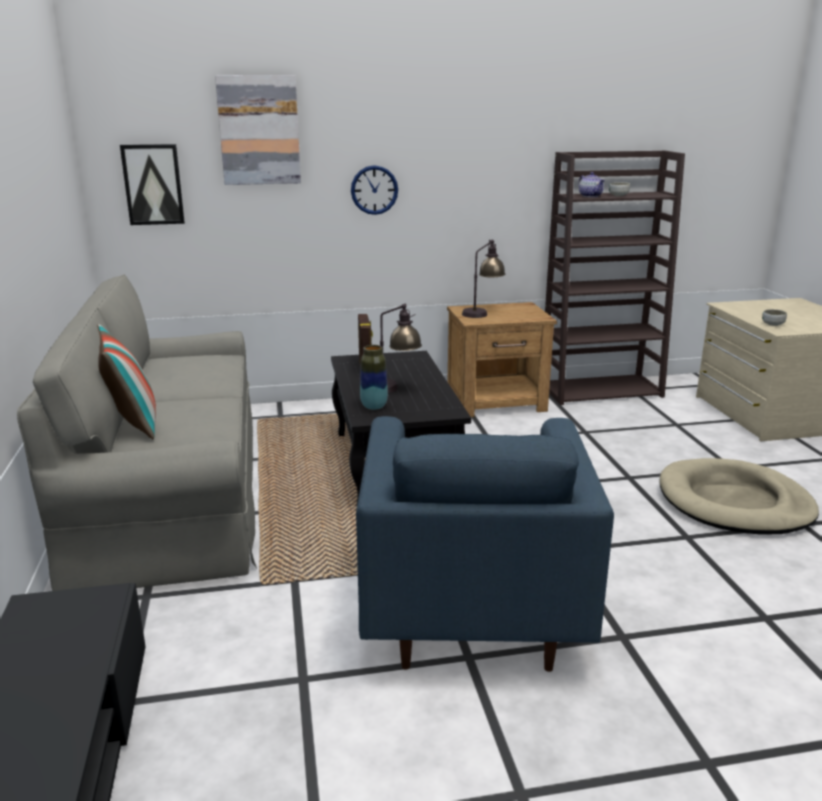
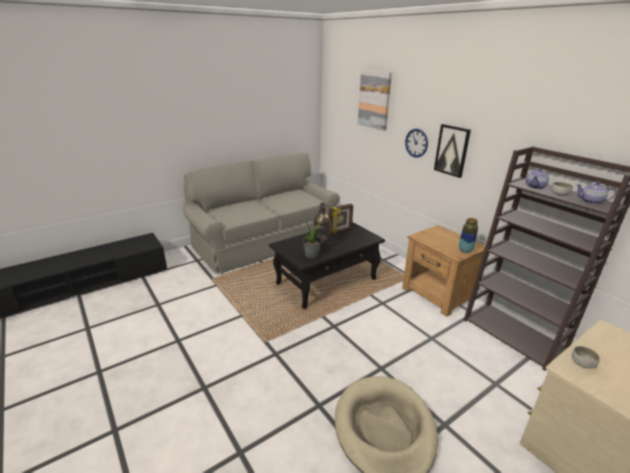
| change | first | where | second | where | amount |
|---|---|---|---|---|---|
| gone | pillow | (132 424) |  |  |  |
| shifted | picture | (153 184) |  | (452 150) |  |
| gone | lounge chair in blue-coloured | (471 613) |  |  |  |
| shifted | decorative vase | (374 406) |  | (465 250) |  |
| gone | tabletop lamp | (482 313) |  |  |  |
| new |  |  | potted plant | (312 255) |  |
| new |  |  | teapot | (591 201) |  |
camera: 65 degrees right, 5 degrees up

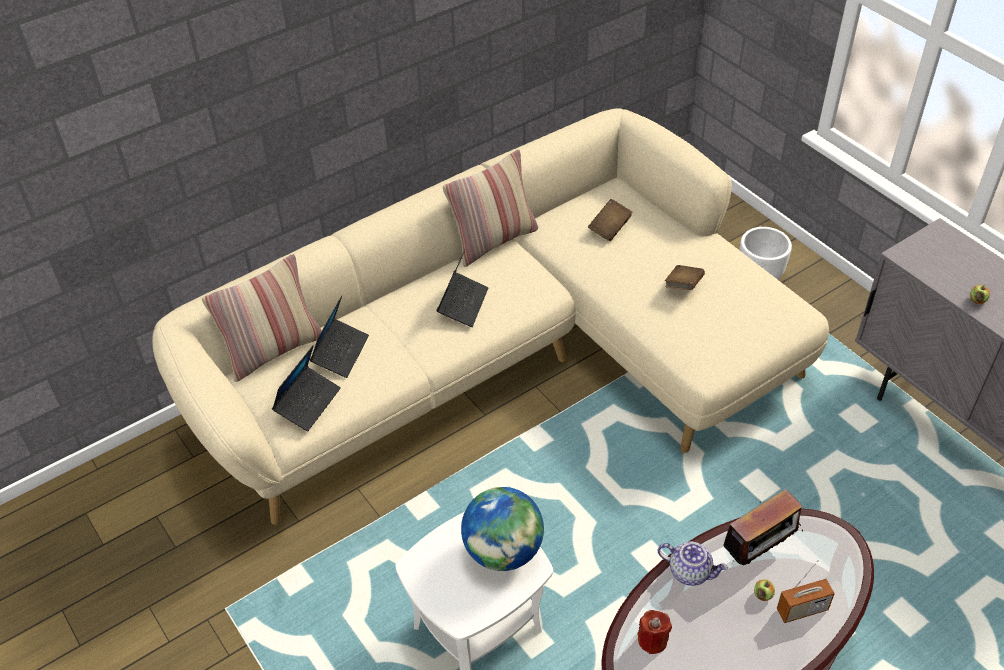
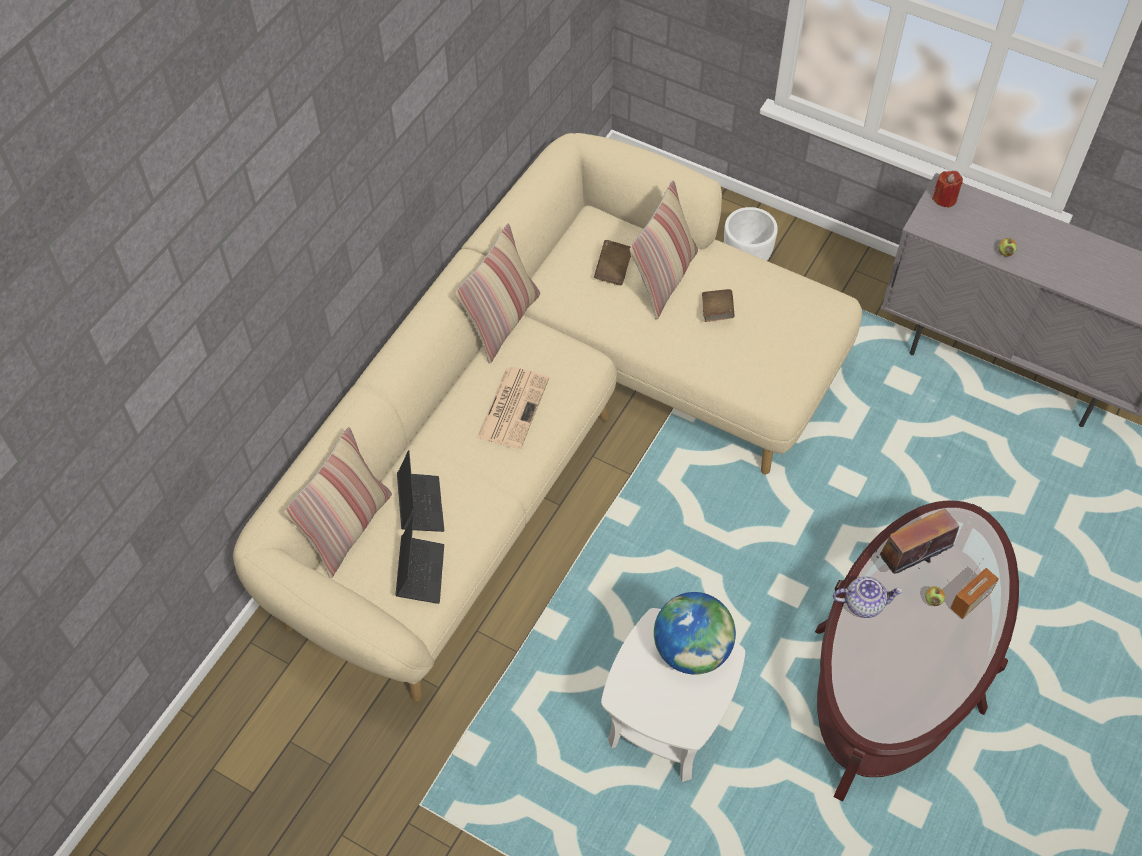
| change | first | where | second | where | amount |
|---|---|---|---|---|---|
| swapped | laptop | (463 304) | daily paper | (513 407) |  |
| shifted | candle in red | (652 640) |  | (944 198) |  |
| rotated | radio receiver | (759 550) |  | (910 560) | 150 degrees counterclockwise |
| new |  |  | pillow | (663 280) |  |
camera: 25 degrees left, 10 degrees up

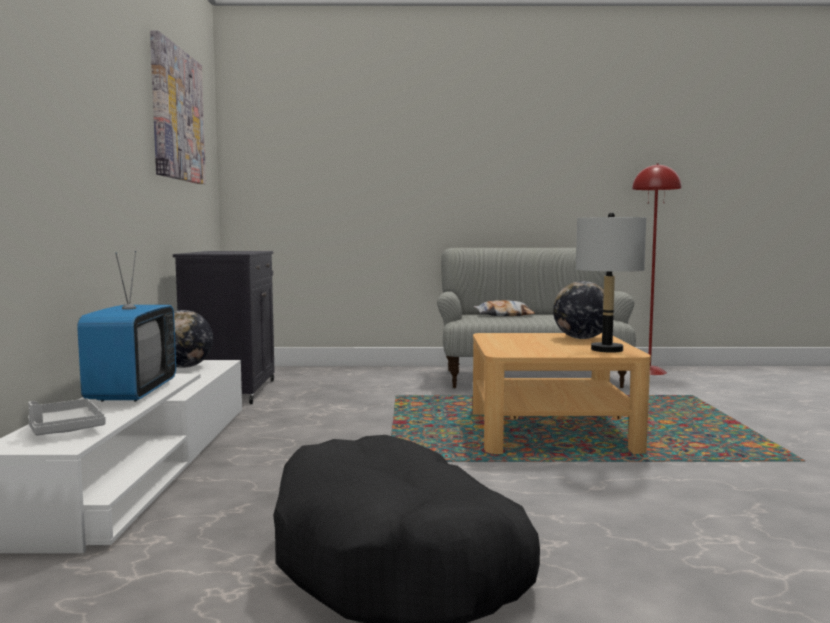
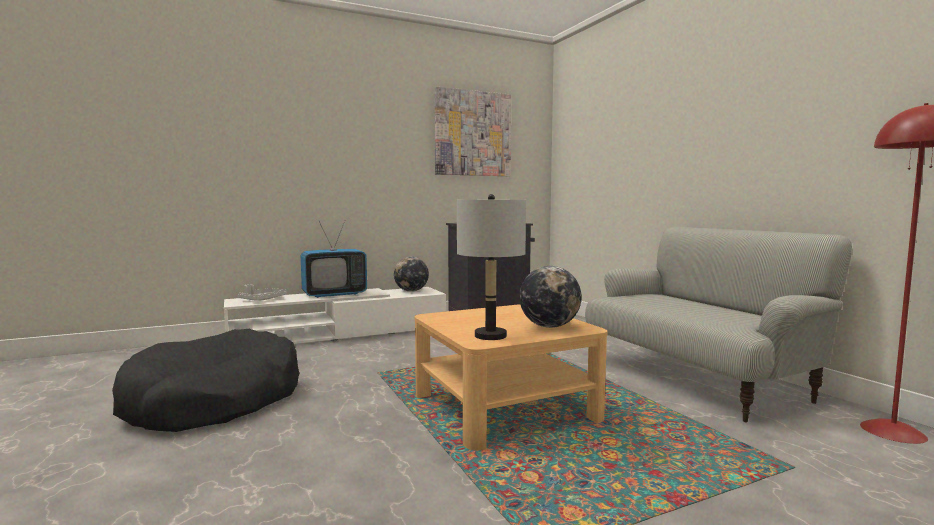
| change | first | where | second | where | amount |
|---|---|---|---|---|---|
| gone | pillow | (504 315) |  |  |  |
camera: 65 degrees right, 0 degrees up

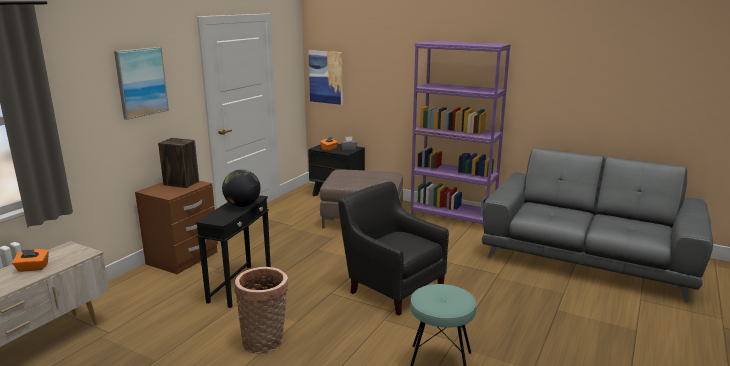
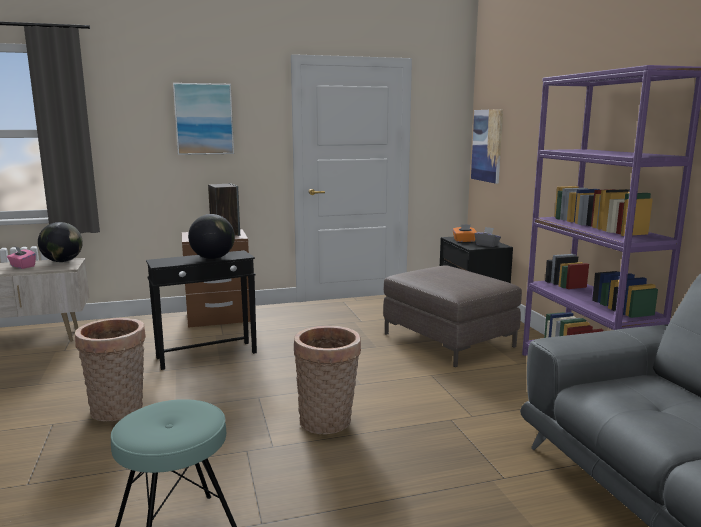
| change | first | where | second | where | amount |
|---|---|---|---|---|---|
| repainted | box of tissues in orange-coloured | (32 268) | box of tissues in pinkish | (22 266) |  |
| swapped | lounge chair in blackish | (393 287) | storage basket | (328 422) |  |
| new |  |  | world globe | (63 261) |  |
camera: 45 degrees right, 5 degrees down

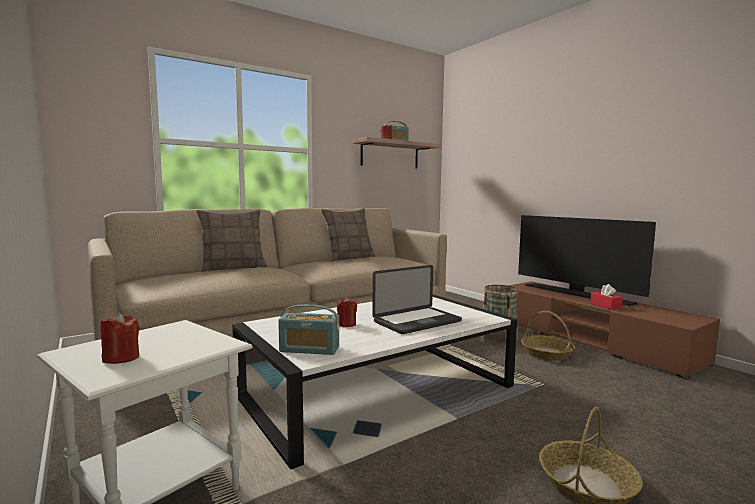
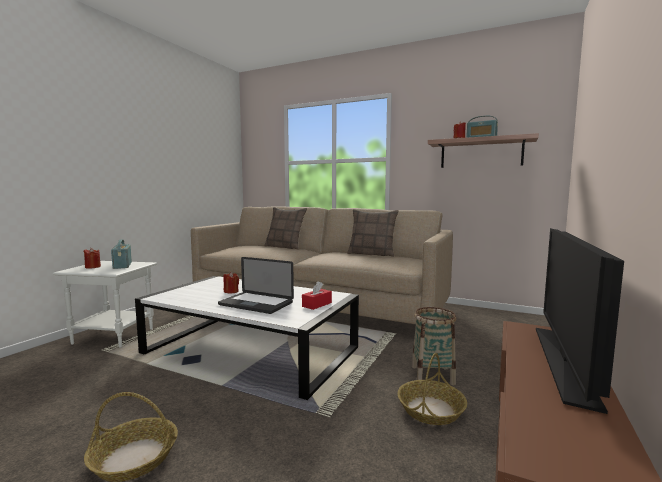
| change | first | where | second | where | amount |
|---|---|---|---|---|---|
| shifted | radio receiver | (309 349) |  | (122 265) |  |
| shifted | box of tissues in red | (605 306) |  | (317 304) |  |
camera: 60 degrees right, 0 degrees up

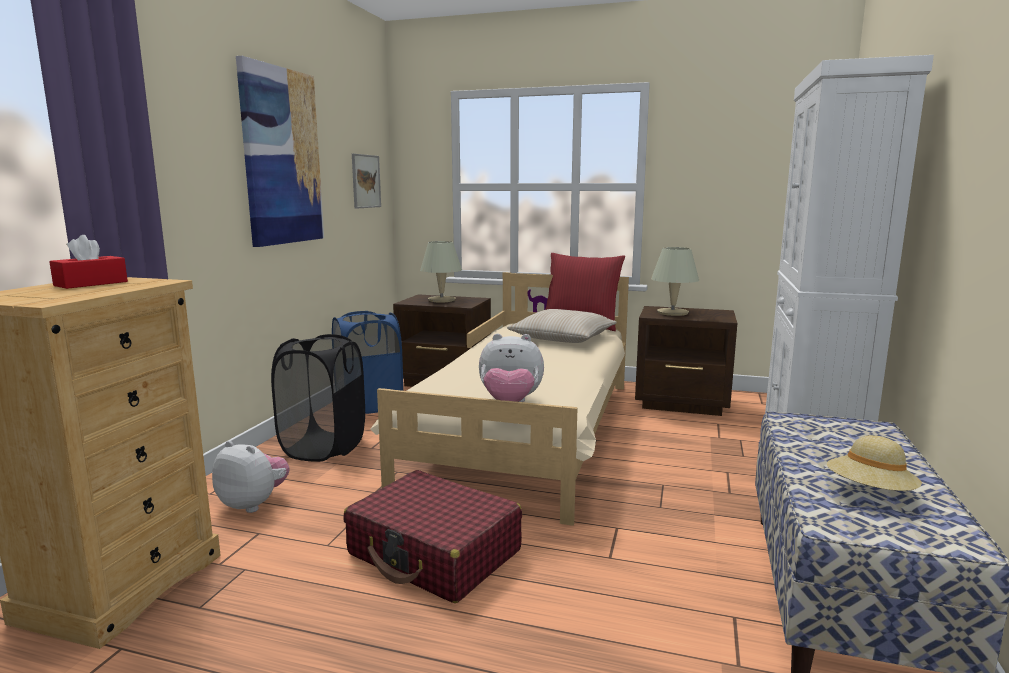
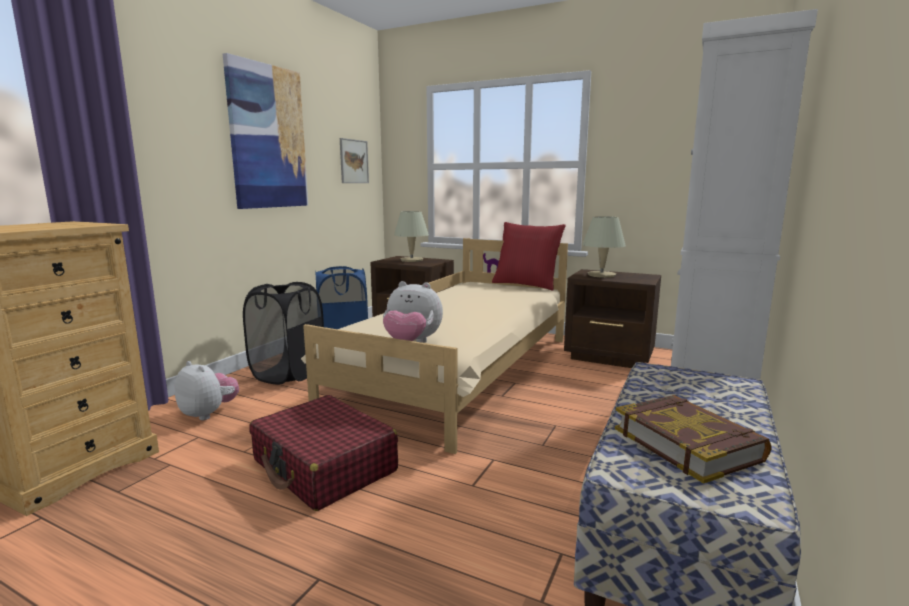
| change | first | where | second | where | amount |
|---|---|---|---|---|---|
| gone | box of tissues in red | (91 283) |  |  |  |
| gone | pillow in sand-coloured | (562 338) |  |  |  |
| swapped | wearable hat in sand-coloured | (870 492) | book | (687 444) |  |
camera: 10 degrees right, 0 degrees up

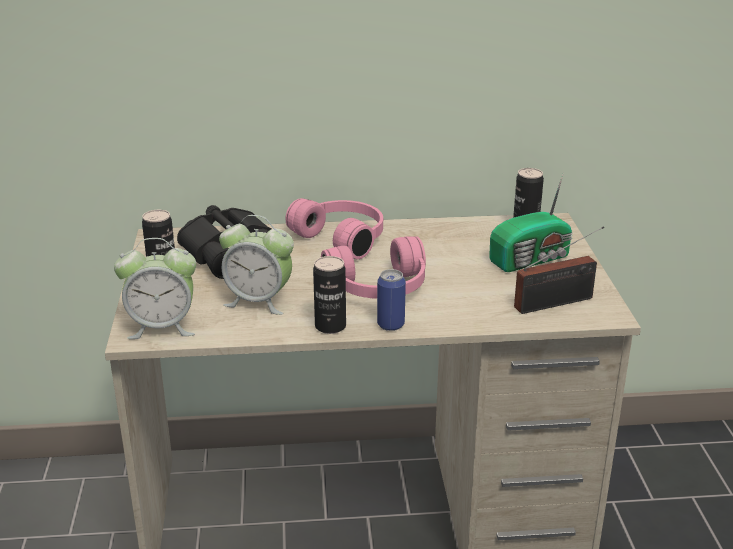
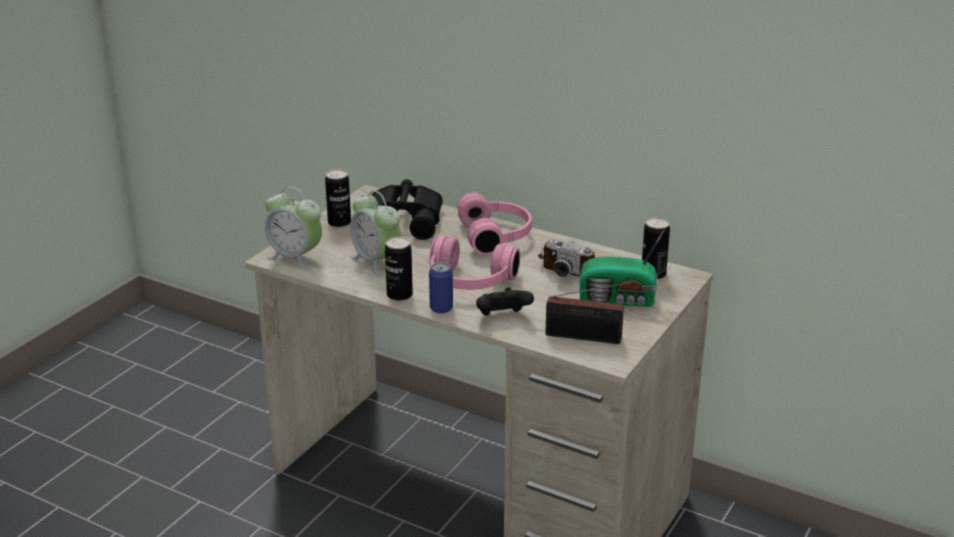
| change | first | where | second | where | amount |
|---|---|---|---|---|---|
| new |  |  | game controller in blackish | (502 317) |  |
| new |  |  | photo camera | (571 268) |  |
camera: 35 degrees right, 0 degrees up

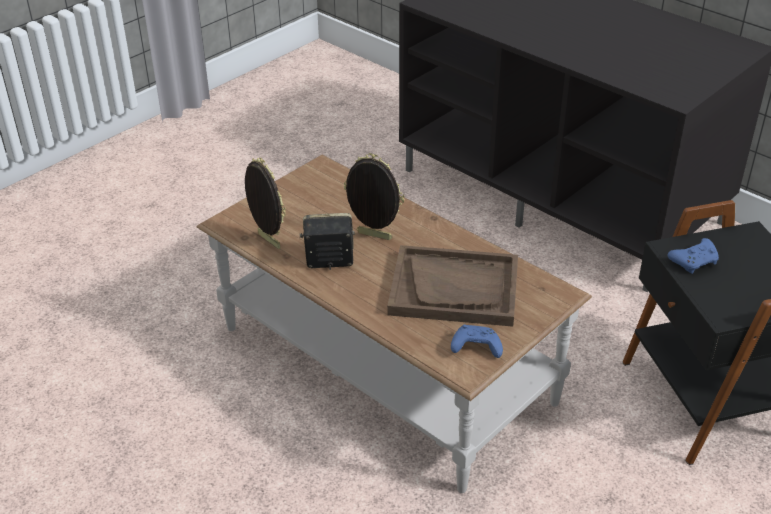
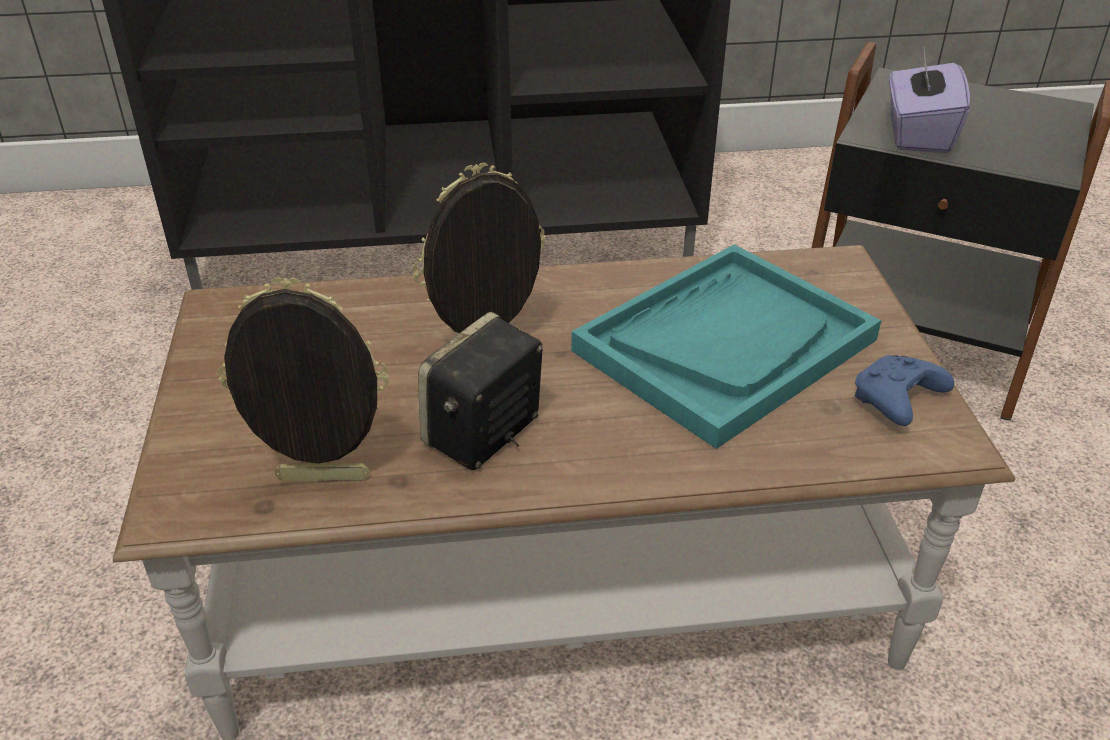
| change | first | where | second | where | amount |
|---|---|---|---|---|---|
| repainted | tray in brown | (454 288) | tray in turquoise-coloured | (725 345) |  |
| swapped | game controller in blue-coloured | (694 261) | box of tissues in purplish | (917 134) |  |
camera: 50 degrees left, 0 degrees up

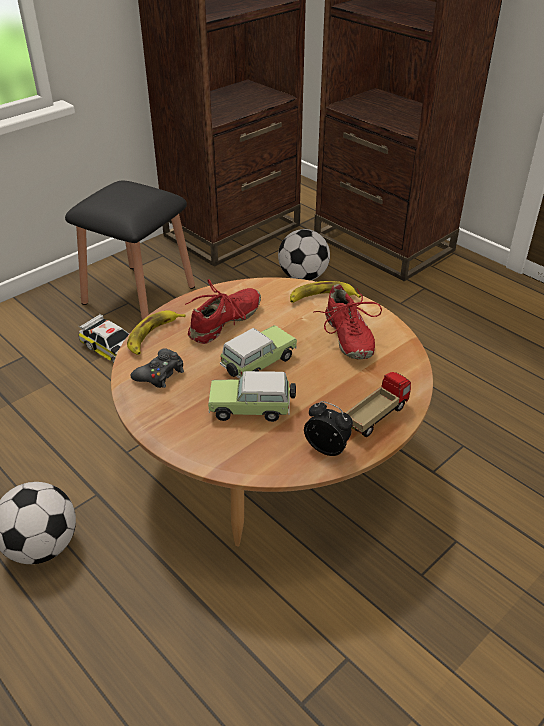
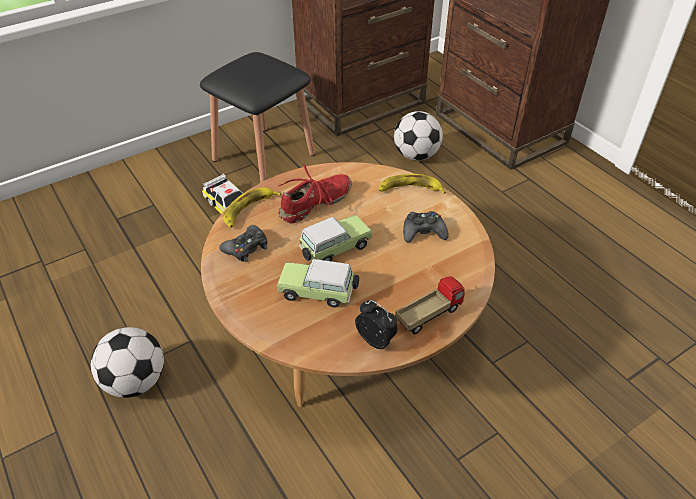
| change | first | where | second | where | amount |
|---|---|---|---|---|---|
| swapped | item of footwear in red | (347 337) | game controller in blackish | (423 232) |  |
camera: 10 degrees right, 5 degrees up

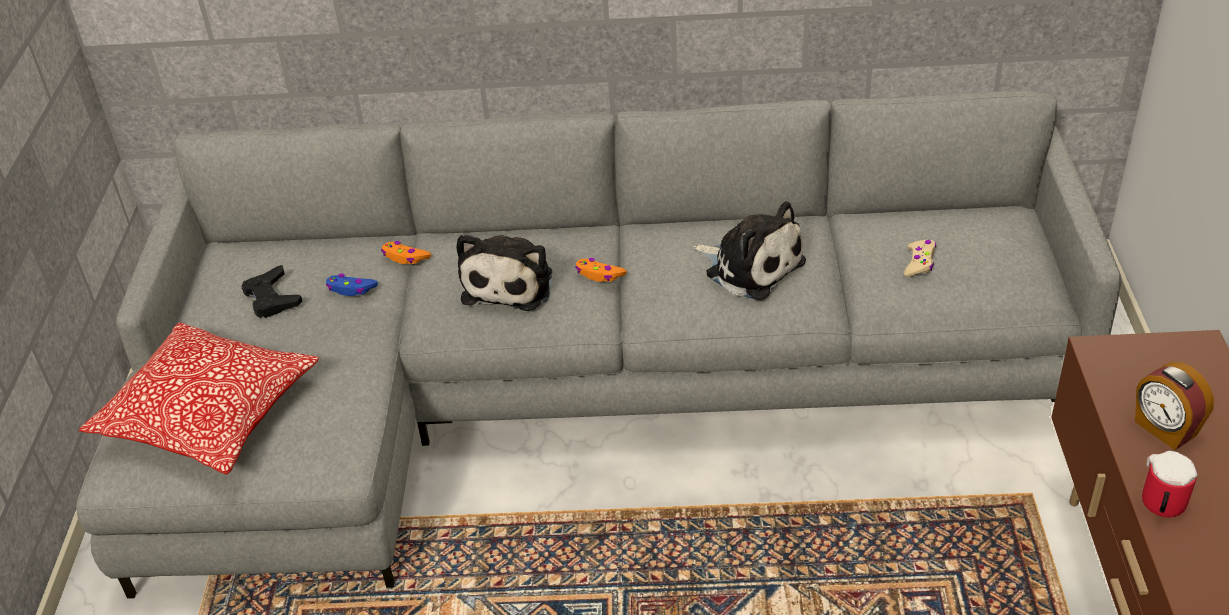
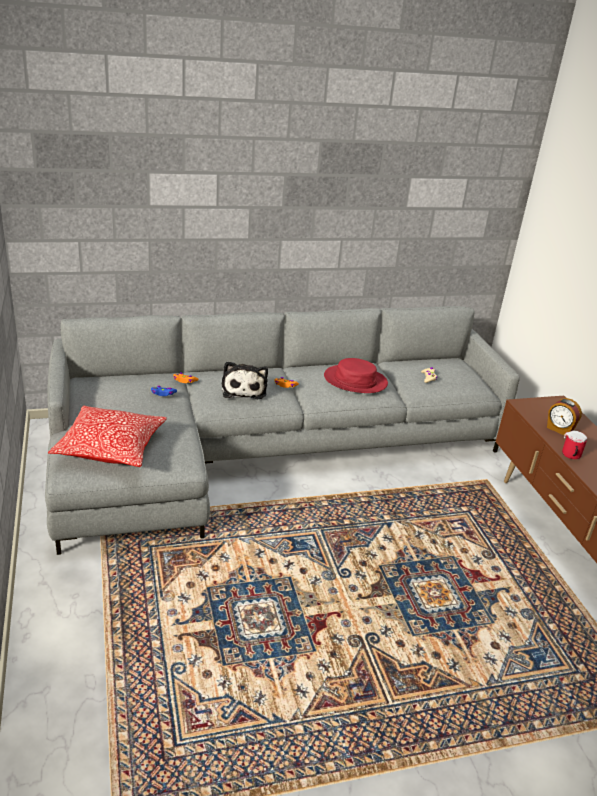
| change | first | where | second | where | amount |
|---|---|---|---|---|---|
| gone | game controller in blackish | (272 298) |  |  |  |
| swapped | cuddly toy | (751 266) | wearable hat in red | (355 380) |  |
camera: 20 degrees left, 10 degrees down

